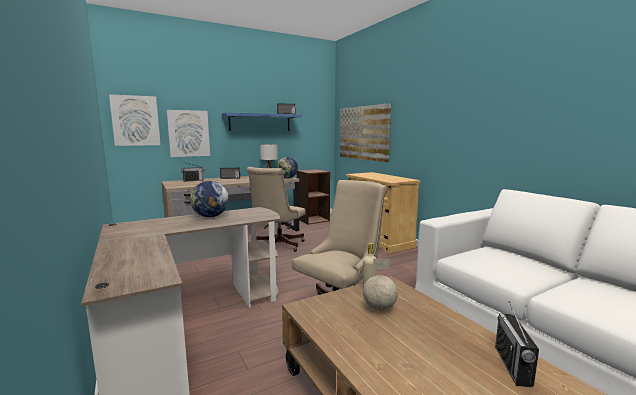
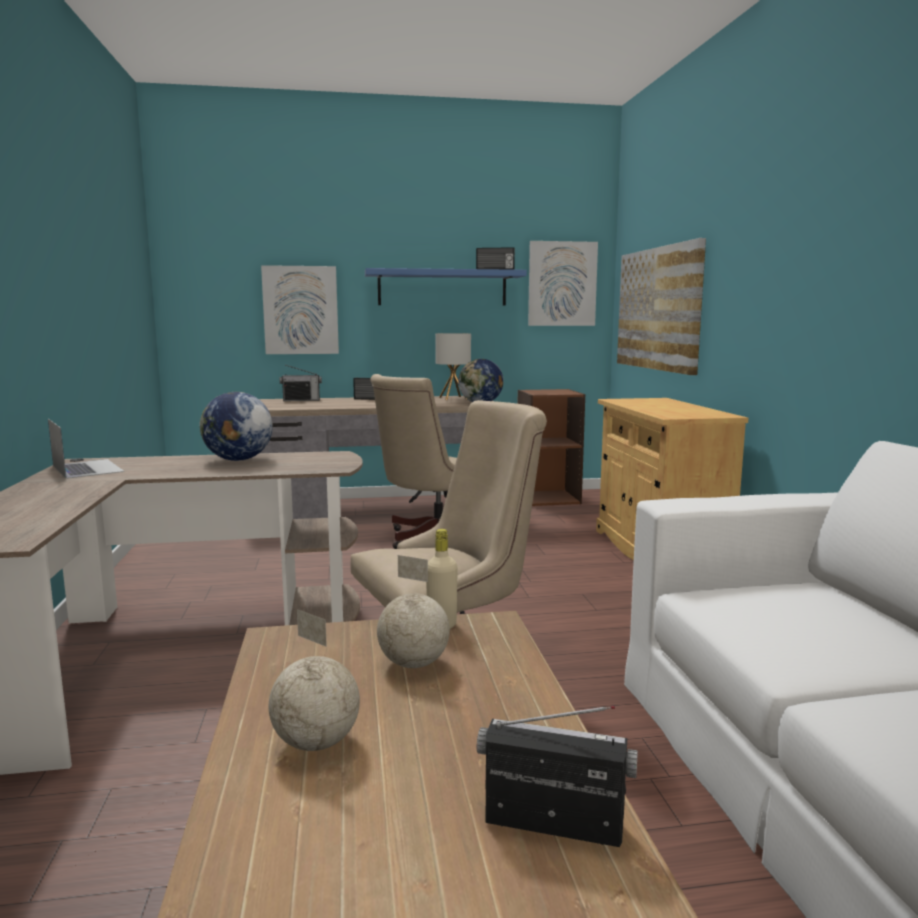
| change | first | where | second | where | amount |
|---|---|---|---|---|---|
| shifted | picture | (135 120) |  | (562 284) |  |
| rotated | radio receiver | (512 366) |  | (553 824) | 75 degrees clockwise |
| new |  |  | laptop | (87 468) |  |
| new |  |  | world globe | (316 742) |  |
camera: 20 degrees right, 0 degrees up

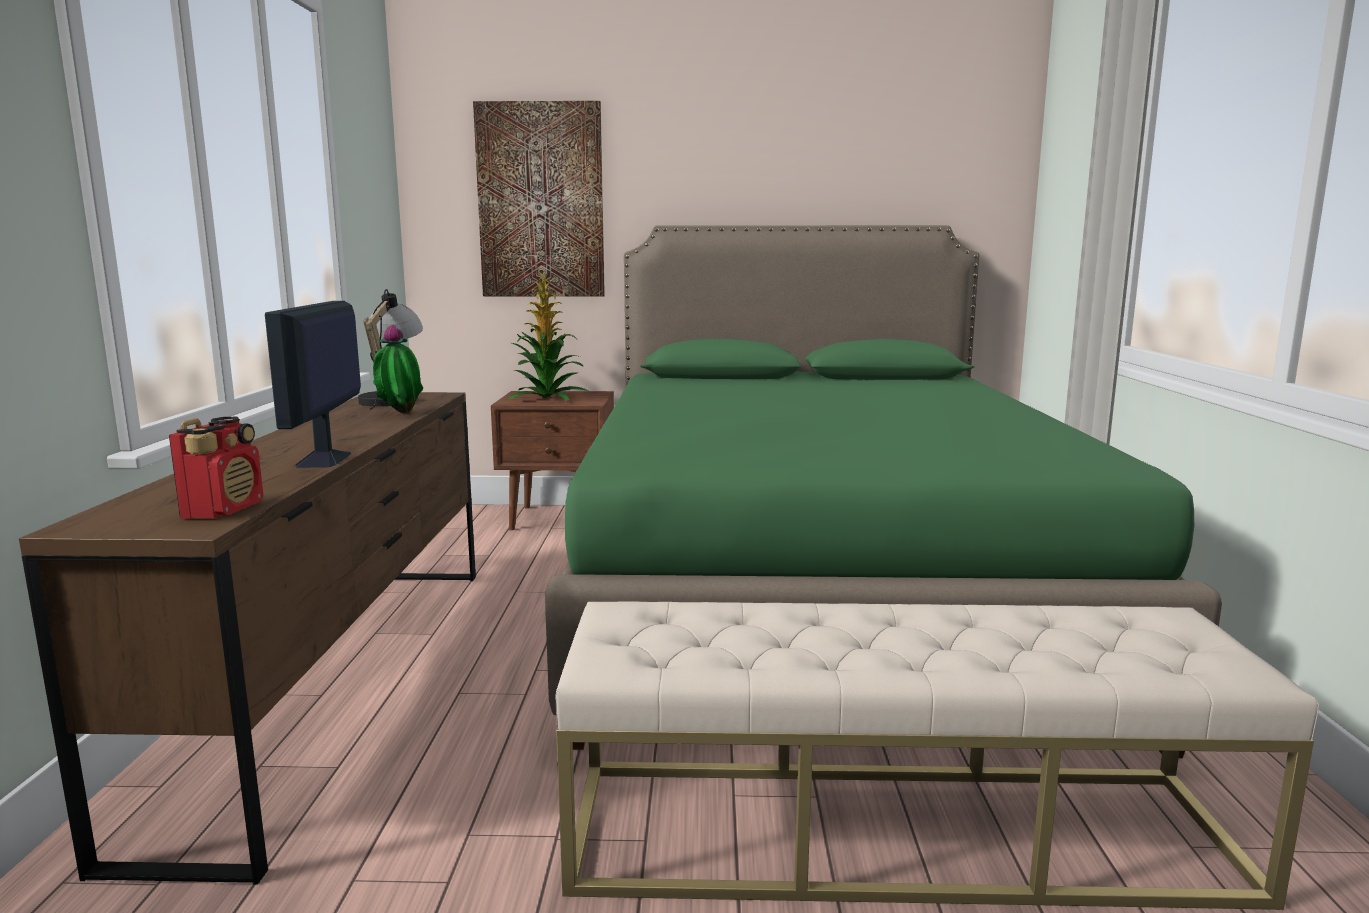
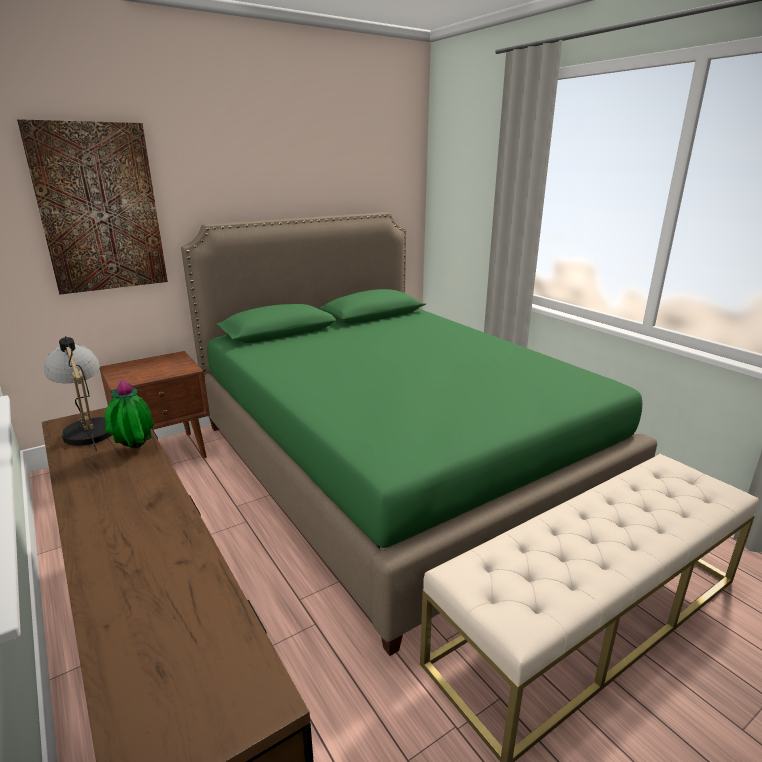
| change | first | where | second | where | amount |
|---|---|---|---|---|---|
| gone | radio receiver | (224 510) |  |  |  |
| gone | monitor | (324 460) |  |  |  |
| gone | potted plant | (548 397) |  |  |  |
camera: 35 degrees left, 10 degrees up

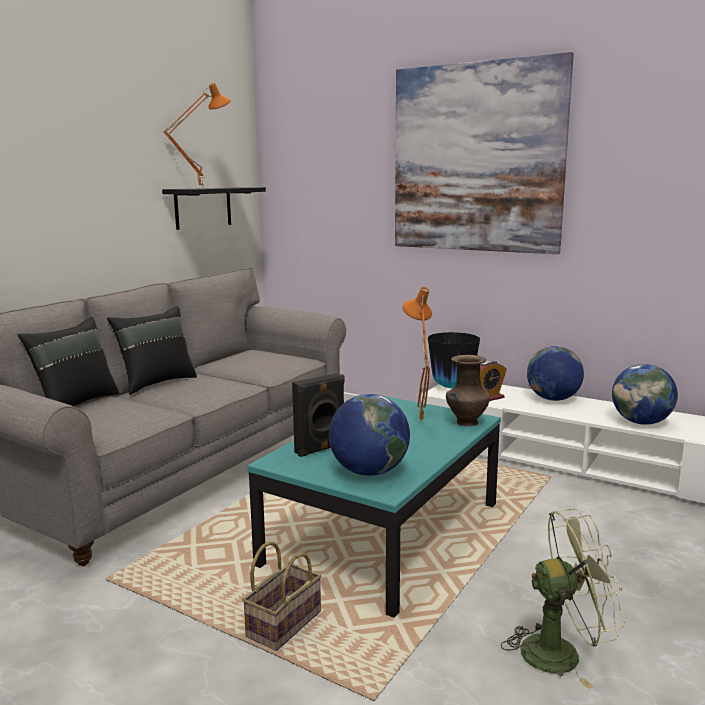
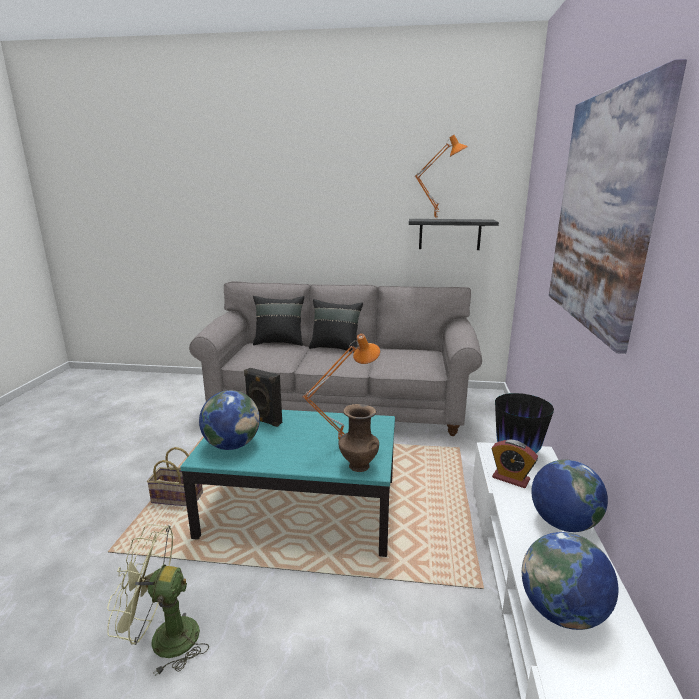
| change | first | where | second | where | amount |
|---|---|---|---|---|---|
| rotated | electric fan in greenish | (562 652) |  | (163 639) | 120 degrees clockwise |
camera: 65 degrees right, 5 degrees up

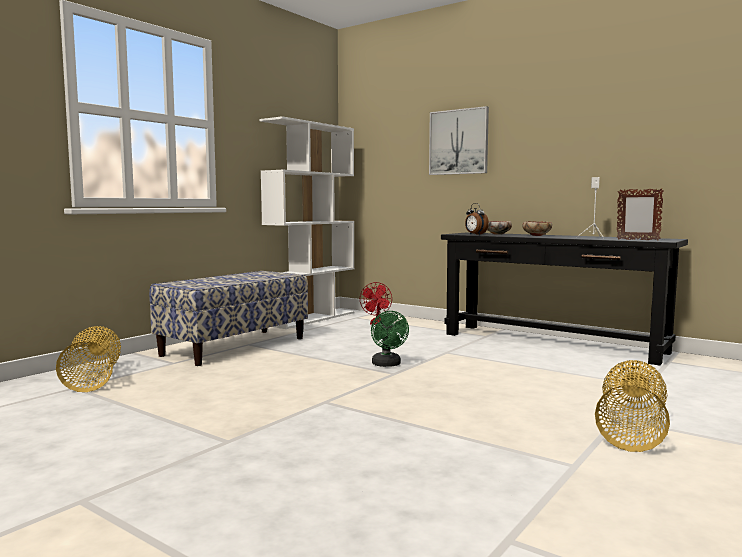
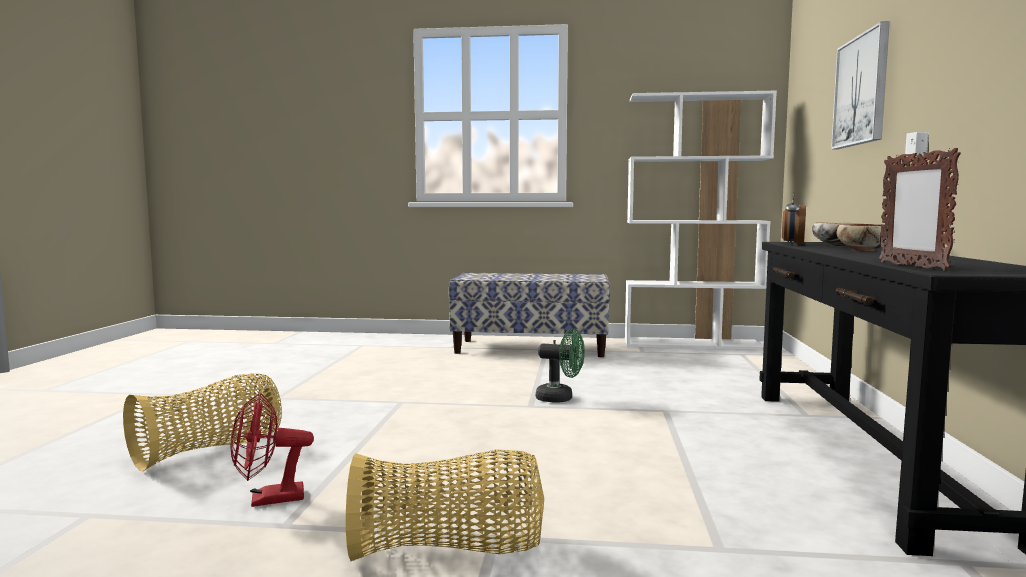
| change | first | where | second | where | amount |
|---|---|---|---|---|---|
| shifted | storage basket | (94 379) |  | (210 451) |  |
| shifted | electric fan in red | (376 323) |  | (268 500) |  |
| rotated | electric fan in greenish | (387 365) |  | (560 398) | 120 degrees counterclockwise |
camera: 60 degrees right, 0 degrees up

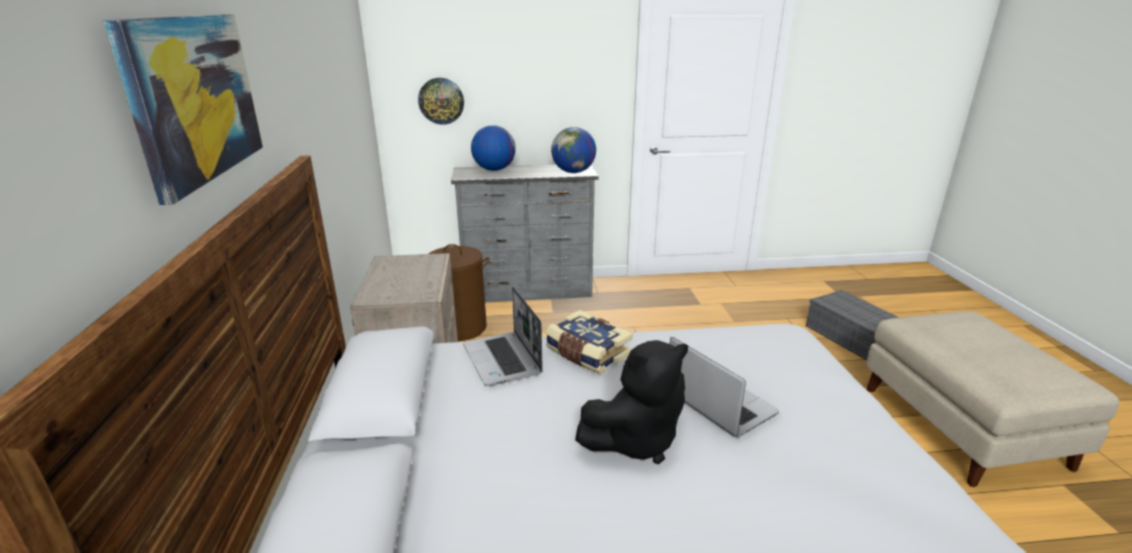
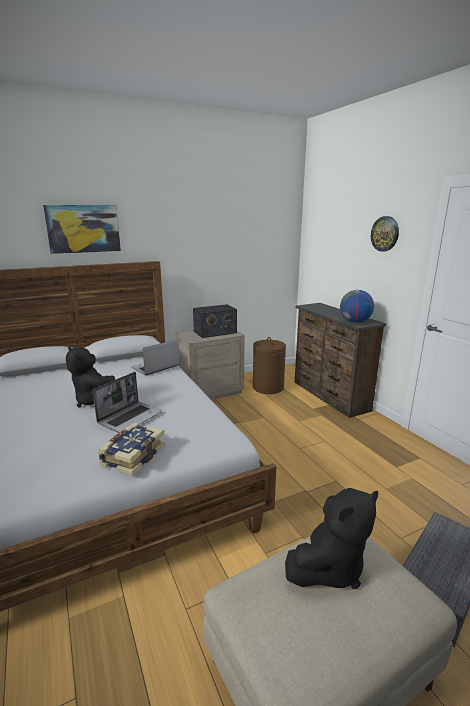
| change | first | where | second | where | amount |
|---|---|---|---|---|---|
| shifted | hanging clock | (441 101) |  | (385 234) |  |
| repainted | drawer chest in grey | (528 292) | drawer chest in brown | (329 396) |  |
| gone | world globe | (494 170) |  |  |  |
| shifted | book | (587 354) |  | (132 456) |  |
| new |  |  | radio receiver | (215 332) |  |
| new |  |  | cuddly toy in blackish | (329 567) |  |
camera: 70 degrees right, 5 degrees down

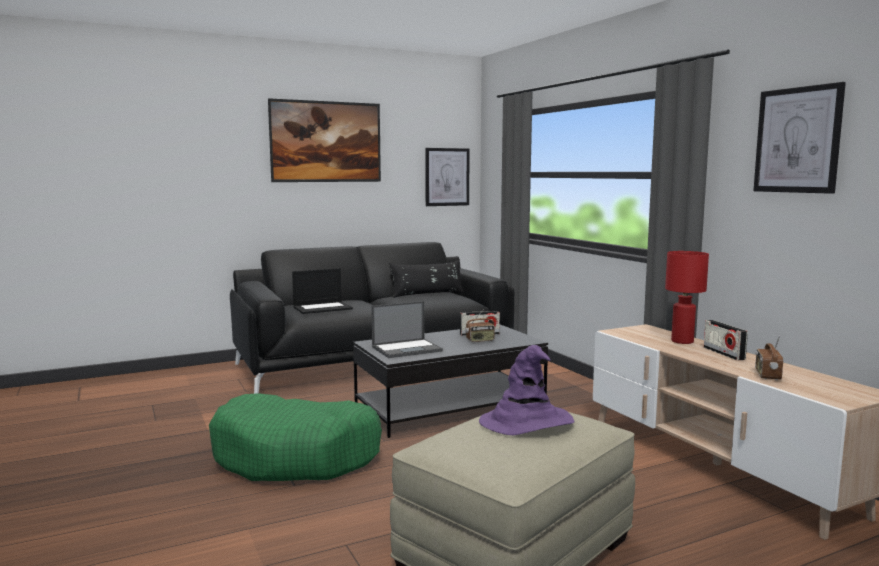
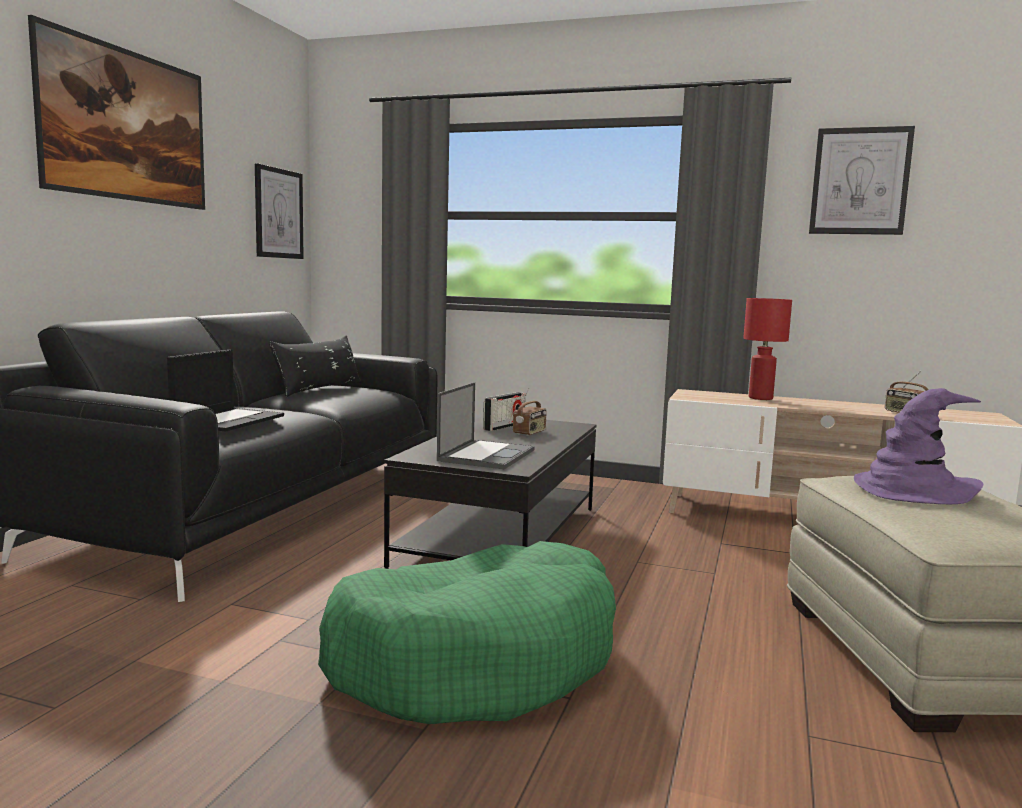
| change | first | where | second | where | amount |
|---|---|---|---|---|---|
| gone | radio receiver | (723 353) |  |  |  |
camera: 45 degrees left, 0 degrees up

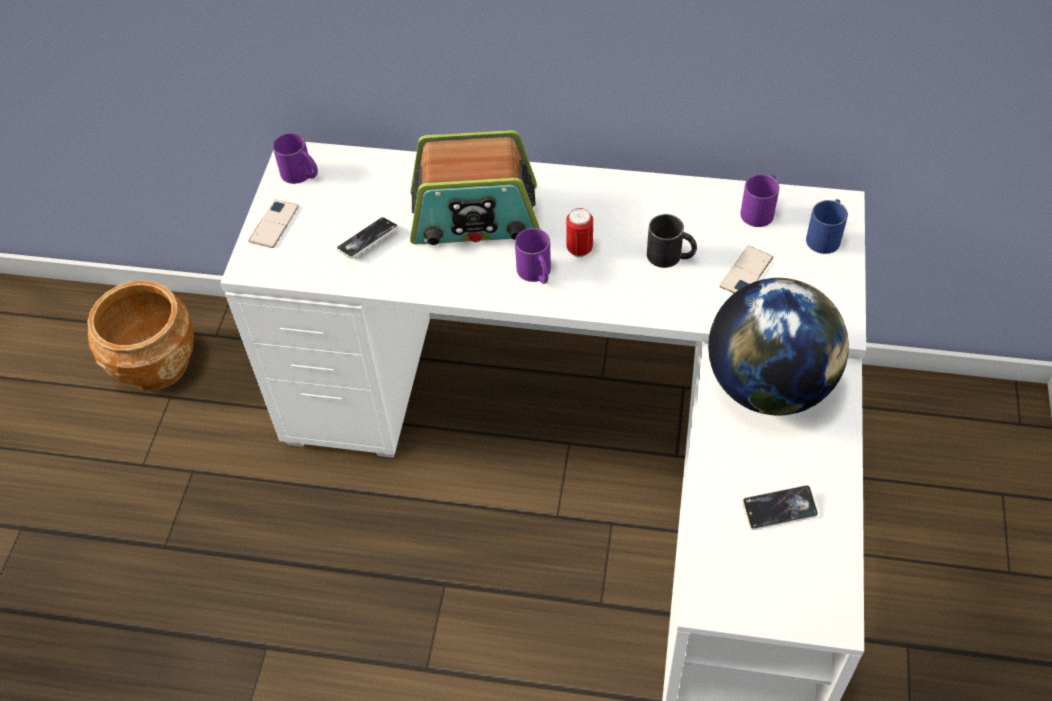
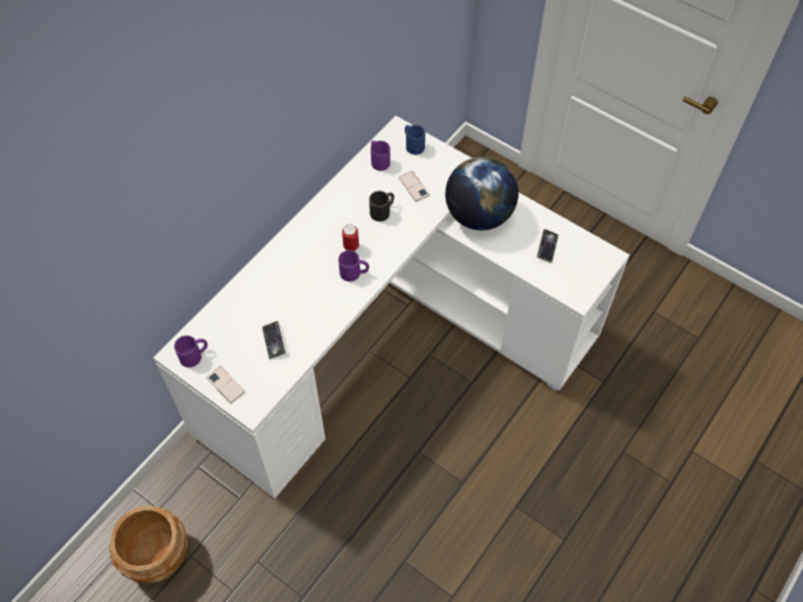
| change | first | where | second | where | amount |
|---|---|---|---|---|---|
| gone | radio receiver | (475 216) |  |  |  |
camera: 65 degrees left, 5 degrees up

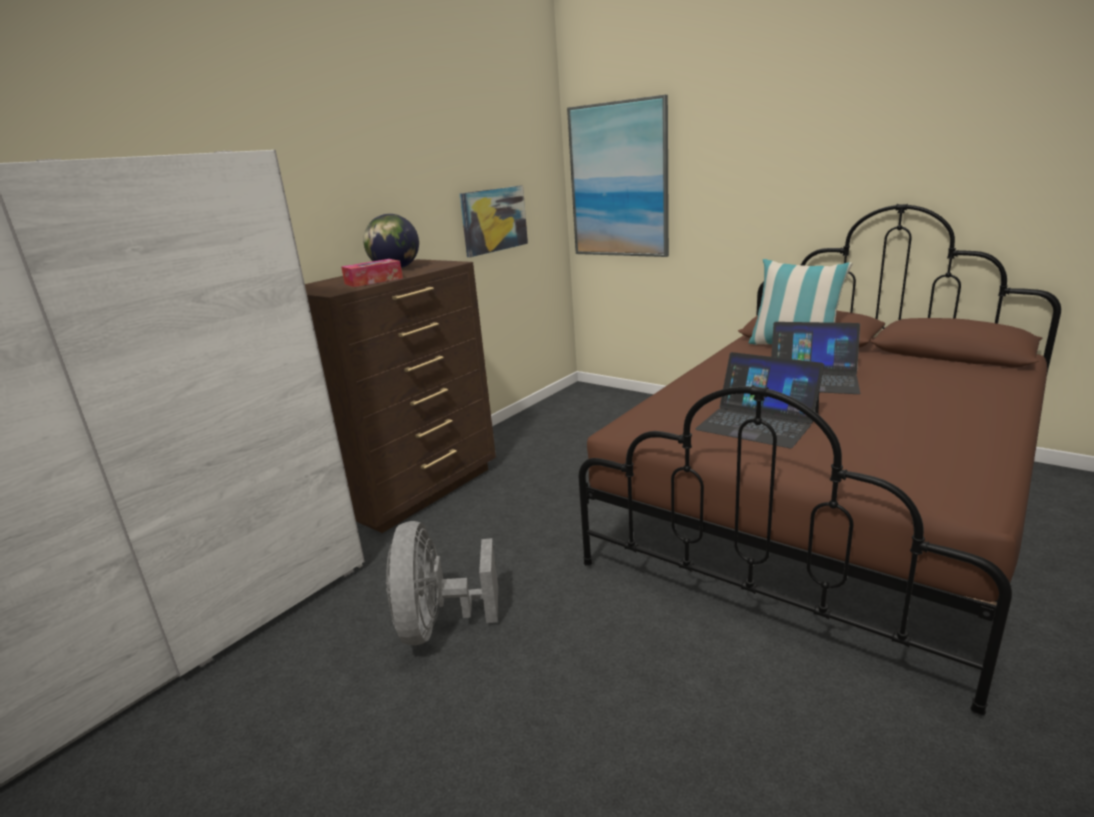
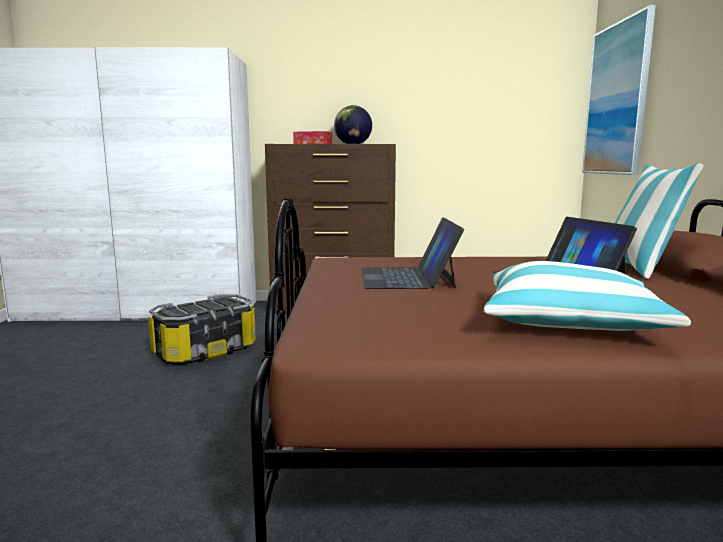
| change | first | where | second | where | amount |
|---|---|---|---|---|---|
| swapped | electric fan in grey | (438 625) | storage container | (205 352) |  |
| gone | picture | (494 220) |  |  |  |
| new |  |  | pillow | (570 322) |  |
camera: 50 degrees right, 10 degrees down

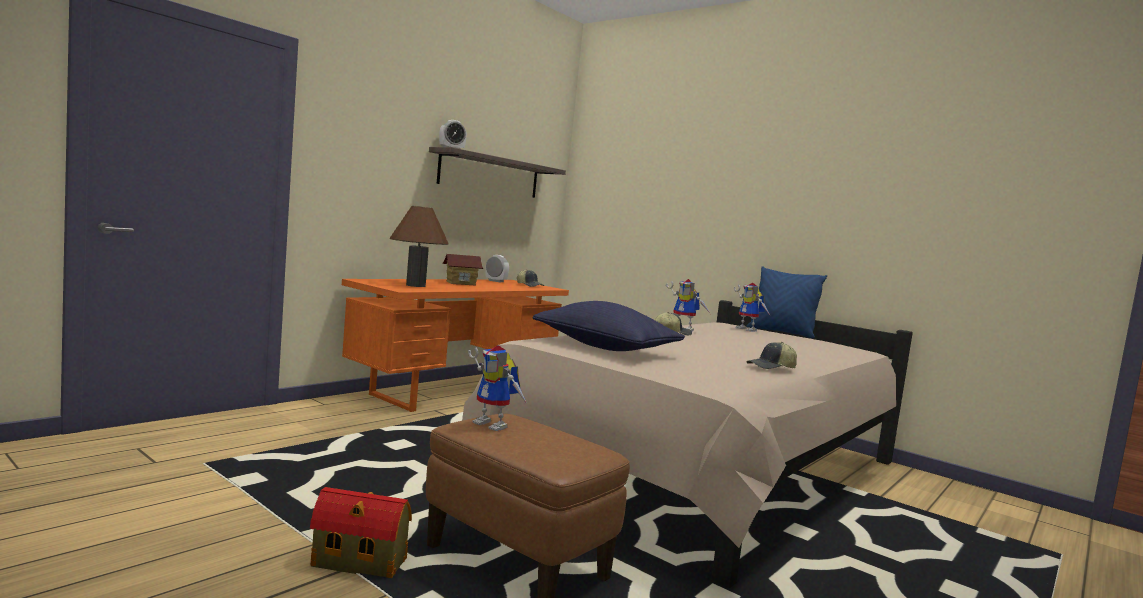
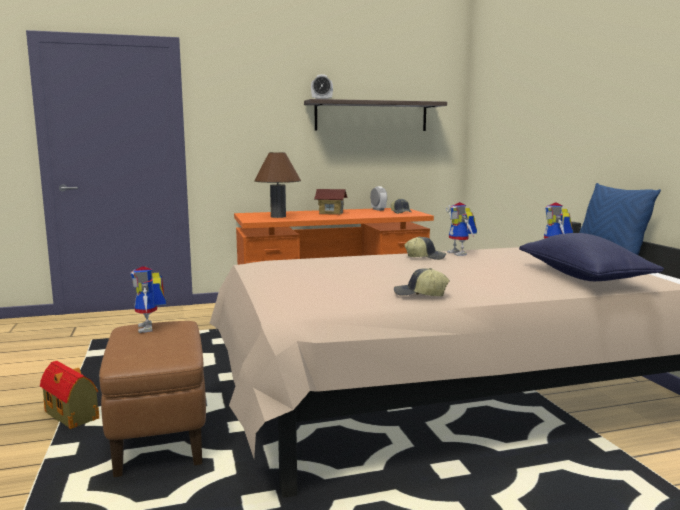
| change | first | where | second | where | amount |
|---|---|---|---|---|---|
| shifted | pillow in blue-coloured | (604 347) |  | (583 277) |  |
camera: 35 degrees right, 5 degrees up

